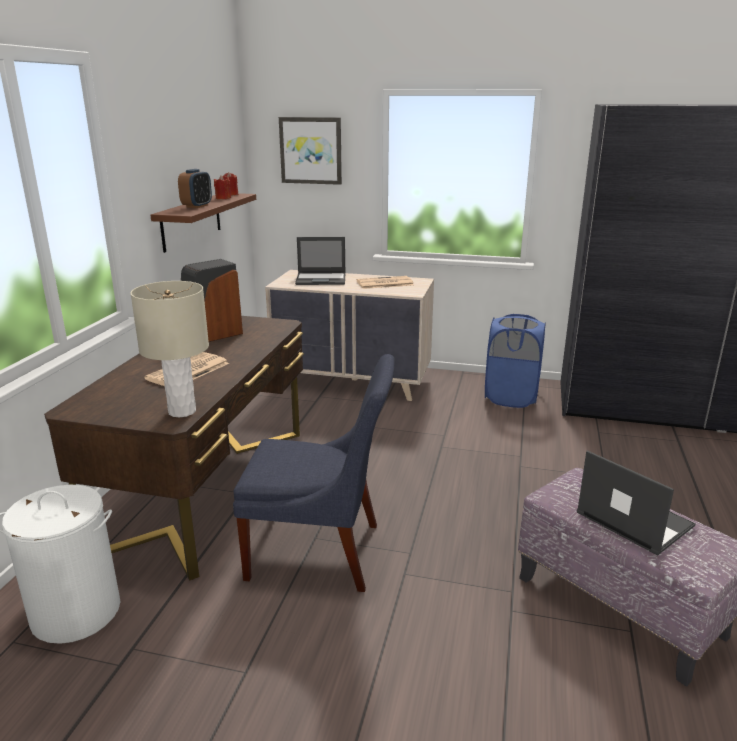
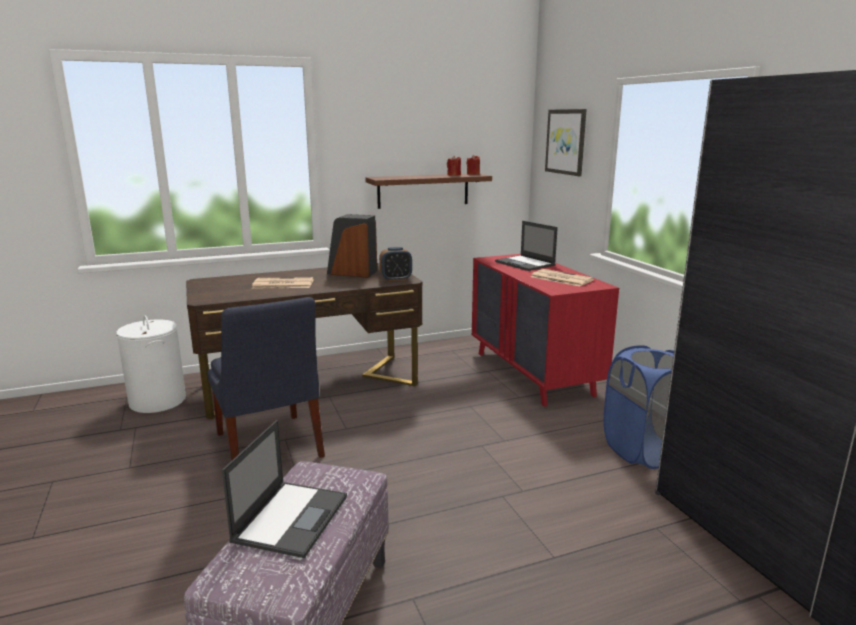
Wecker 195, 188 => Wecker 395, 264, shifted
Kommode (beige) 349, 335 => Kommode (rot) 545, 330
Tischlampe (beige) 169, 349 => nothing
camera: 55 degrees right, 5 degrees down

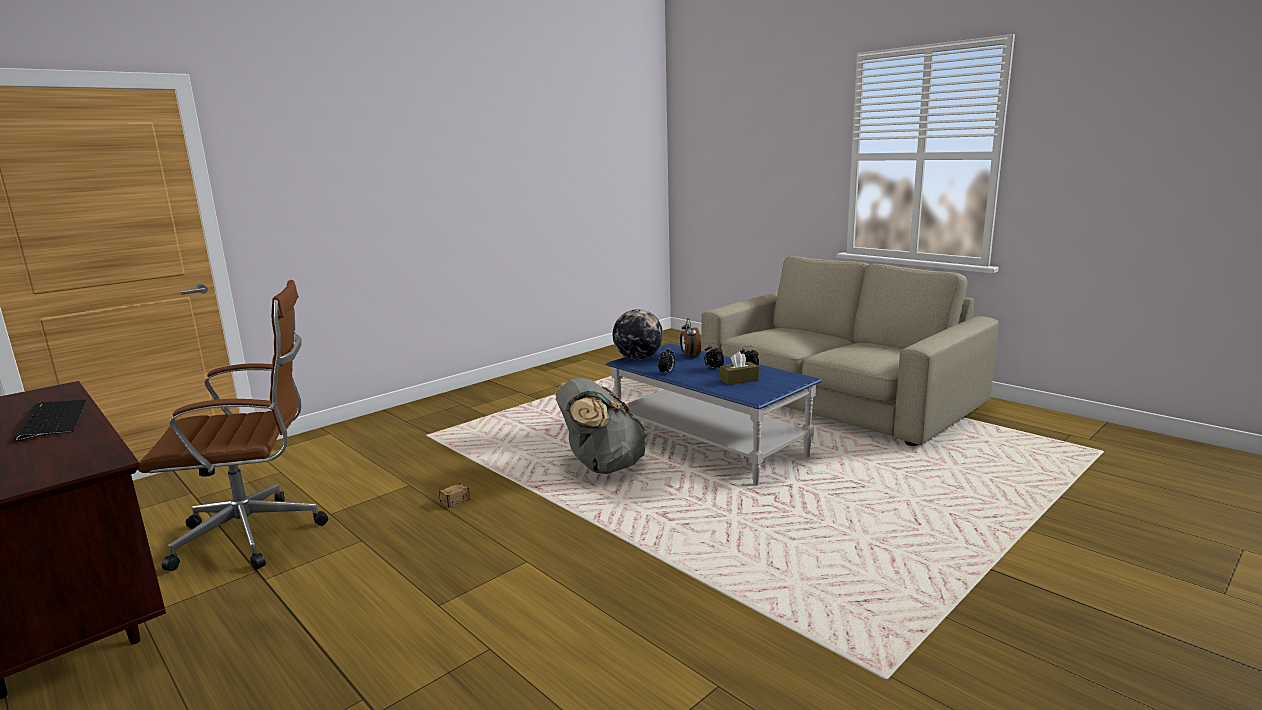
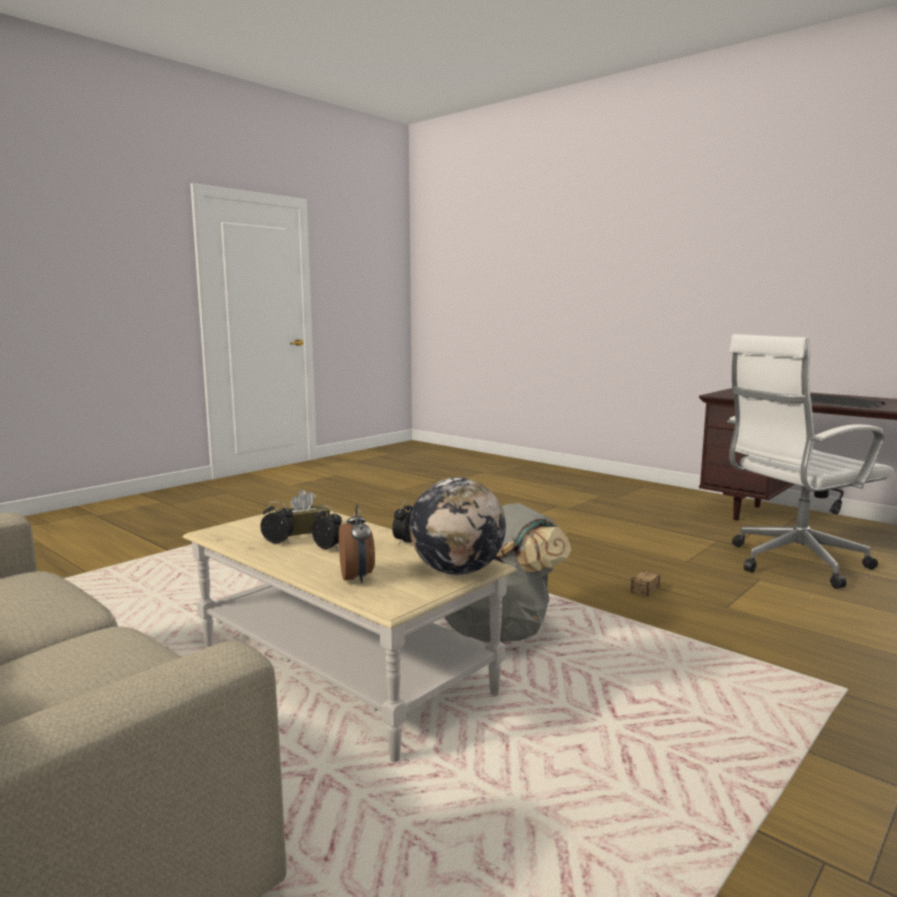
Couchtisch (blau) 714, 414 => Couchtisch (beige) 350, 636
Bürostuhl (braun) 233, 425 => Bürostuhl (weiß) 810, 461
camera: 175 degrees right, 5 degrees down

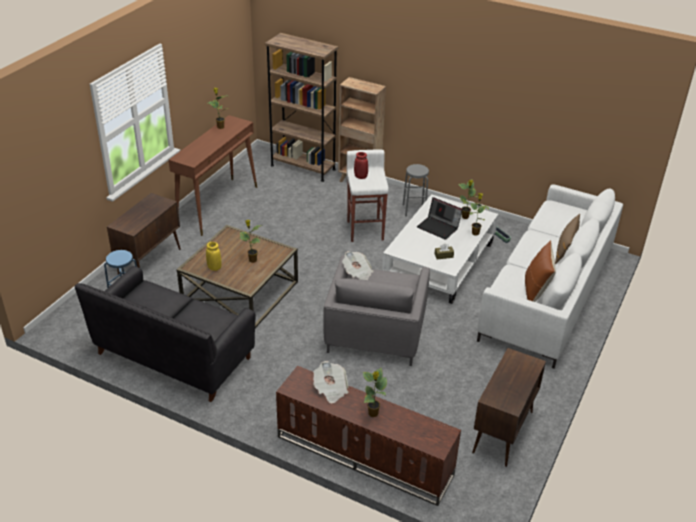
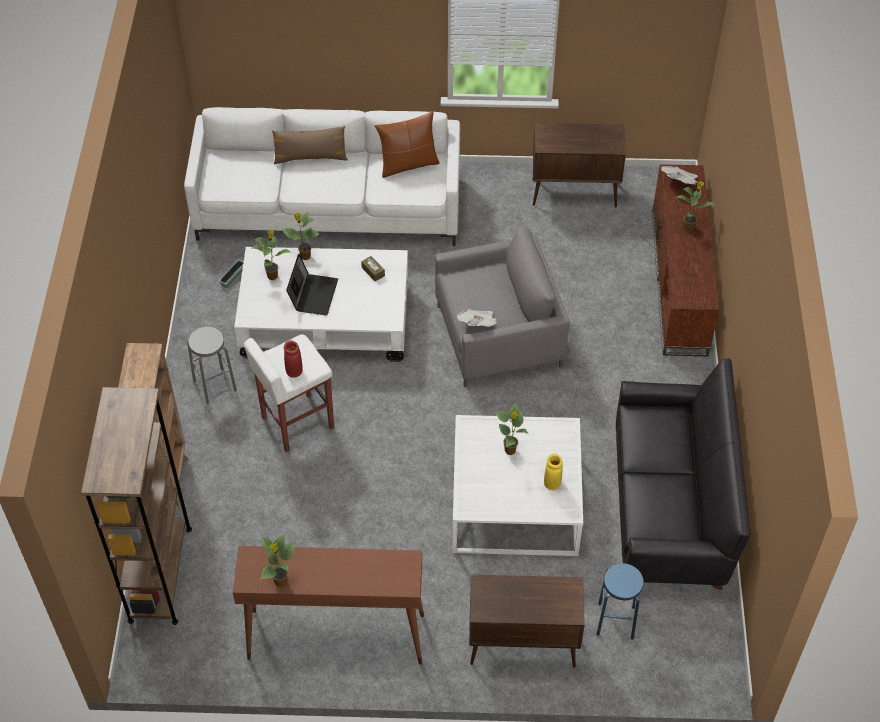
Couchtisch (braun) 237, 276 => Couchtisch (weiß) 517, 485
Zeitung 331, 382 => Zeitung 679, 175, shifted
camera: 115 degrees left, 15 degrees up

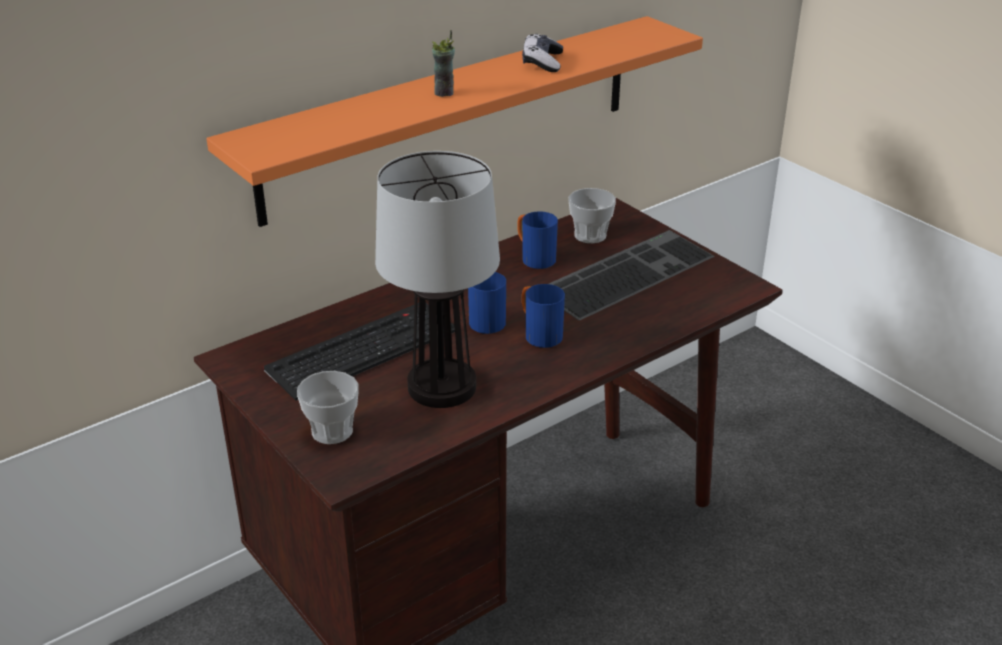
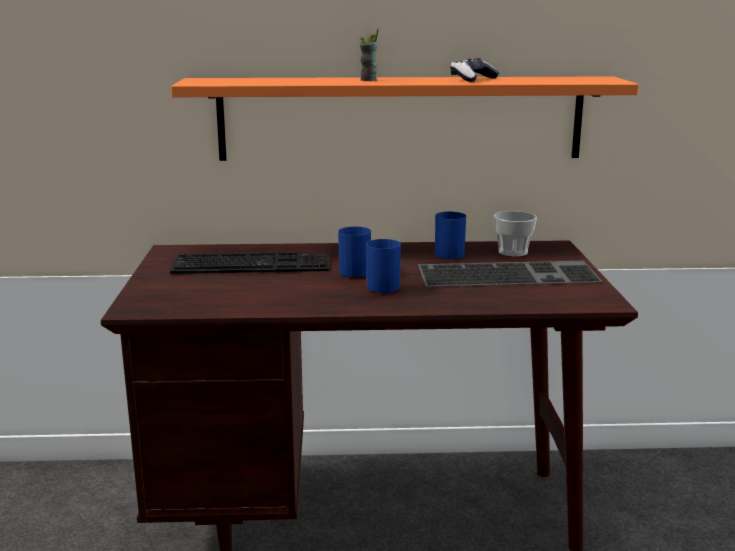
Tasse 328, 407 => nothing
Tischlampe 437, 279 => nothing
camera: 35 degrees right, 15 degrees down

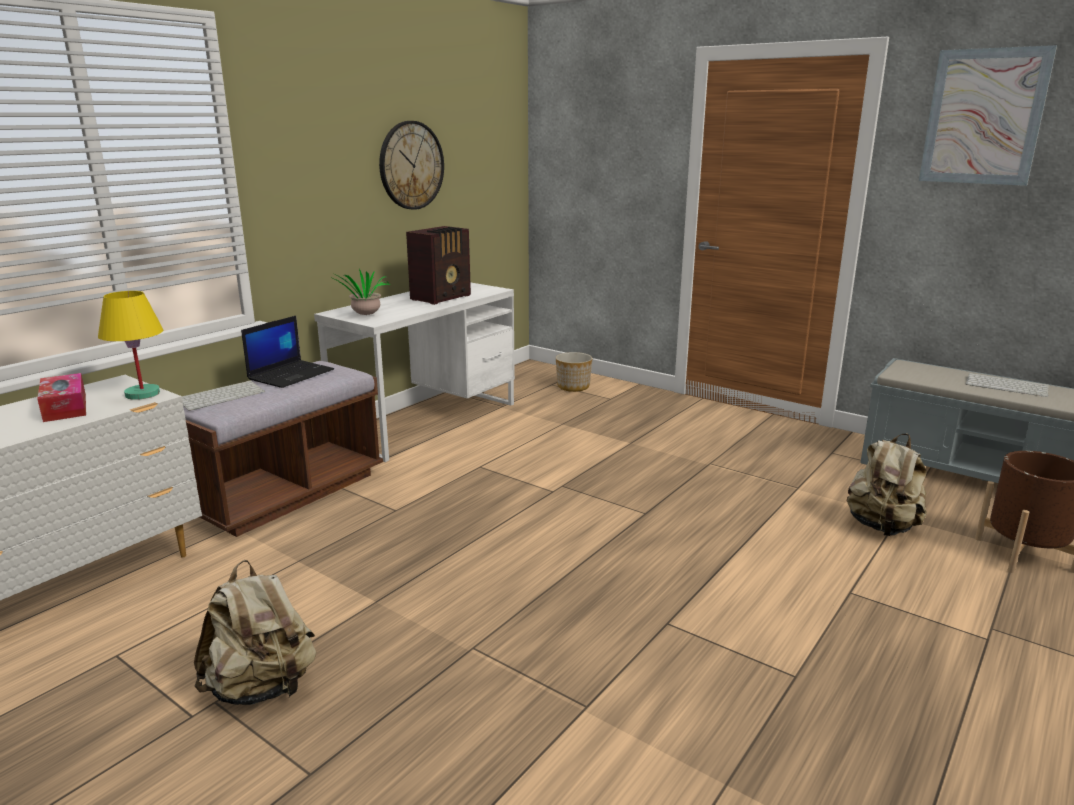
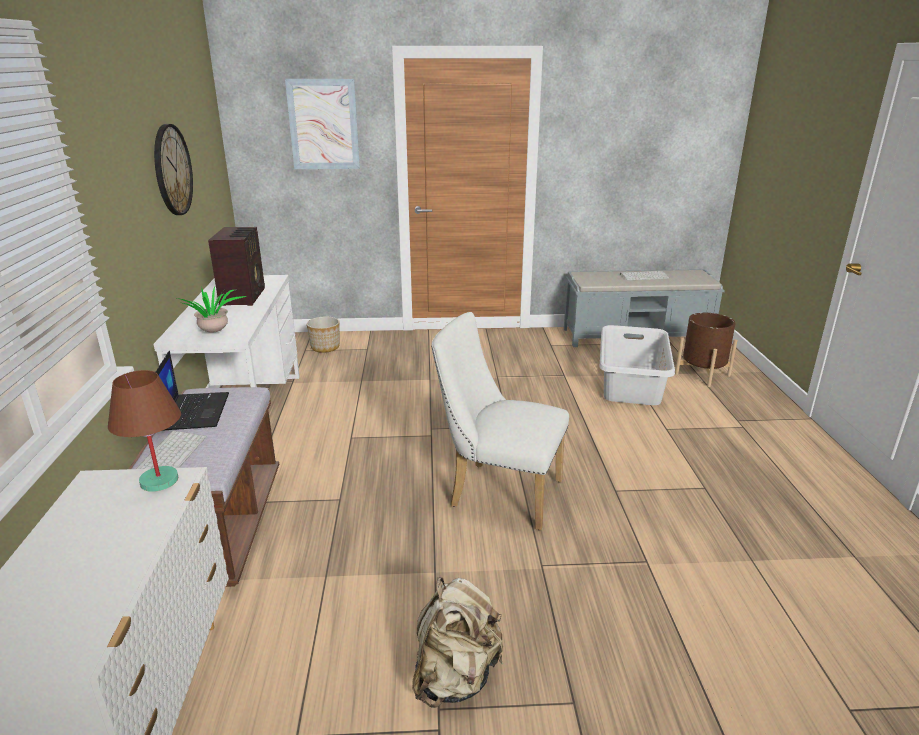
Tischlampe (gelb) 130, 345 => Tischlampe (braun) 144, 431
Bild 988, 115 => Bild 322, 124, shifted
nothing => Stuhl (weiß) 500, 421
Rucksack (beige) 887, 485 => Wäschekorb (grau) 637, 365
Taschentuchbox 61, 397 => nothing
camera: 40 degrees left, 5 degrees up

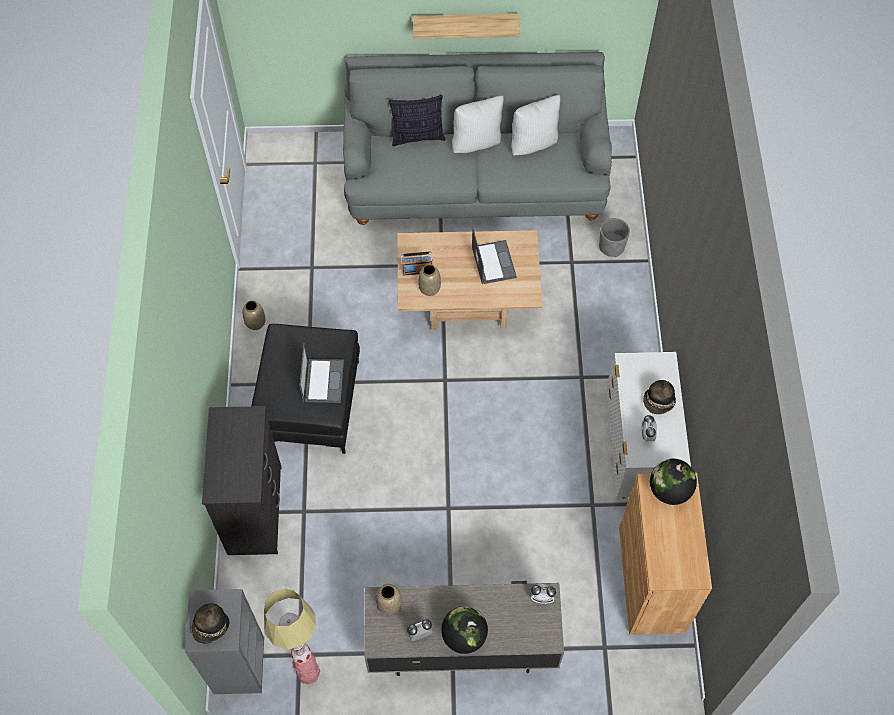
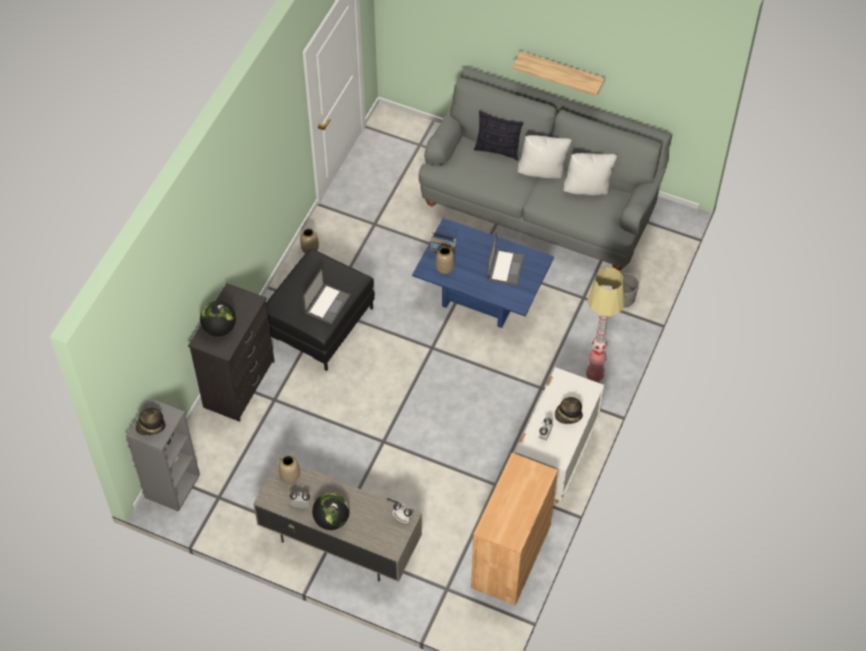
Globus 673, 482 => Globus 218, 319, shifted
Couchtisch (beige) 470, 280 => Couchtisch (blau) 483, 273
Stehlampe 292, 636 => Stehlampe 605, 324, shifted
camera: 25 degrees right, 5 degrees down

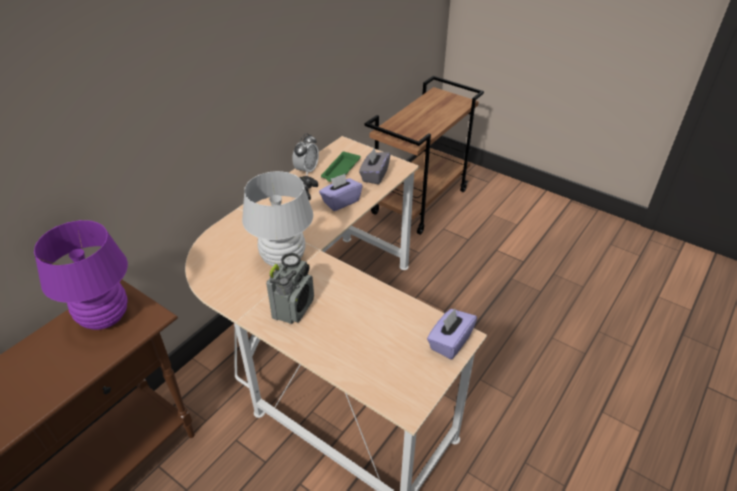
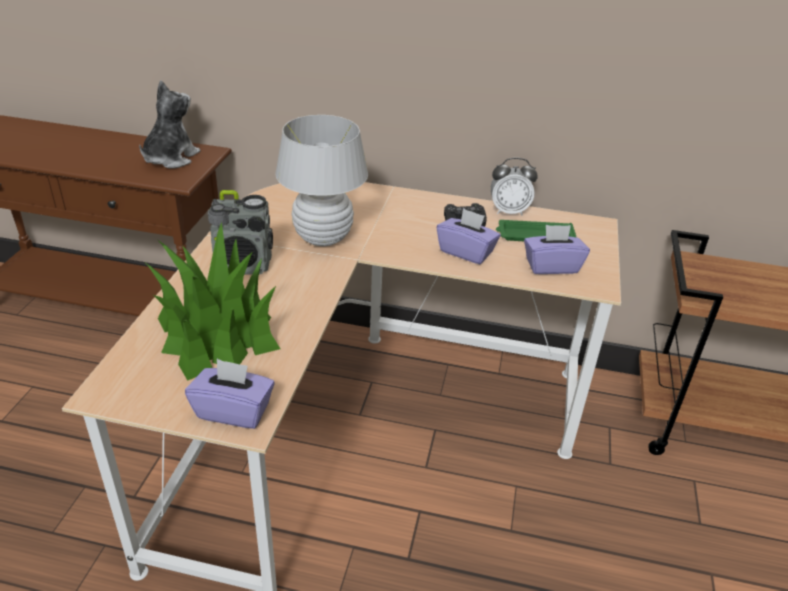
Tischlampe (lila) 81, 275 => Plüschtier 170, 124
nothing => Topfpflanze 213, 301
Taschentuchbox (grau) 375, 166 => Taschentuchbox (lila) 557, 249
camera: 65 degrees right, 5 degrees down

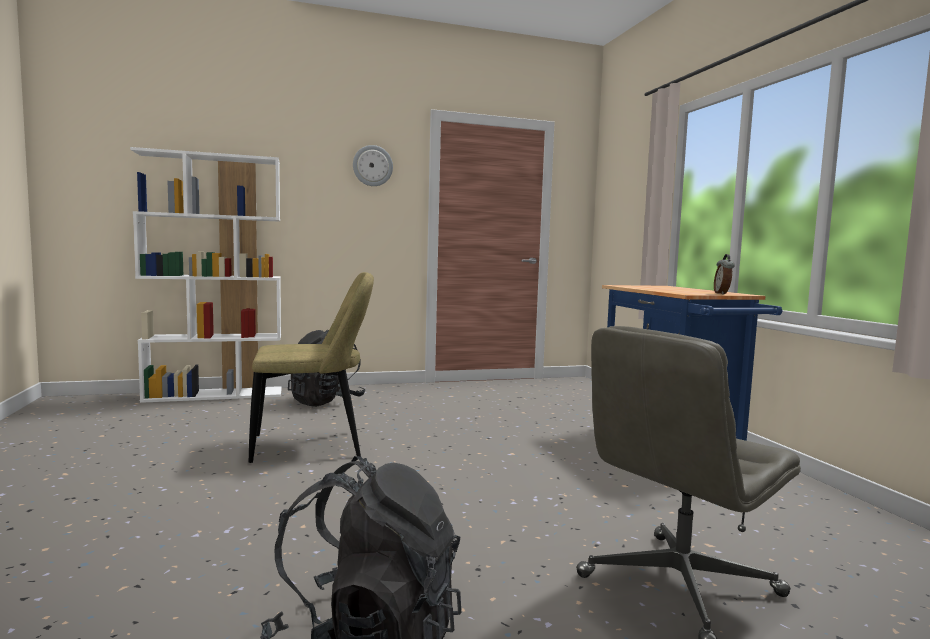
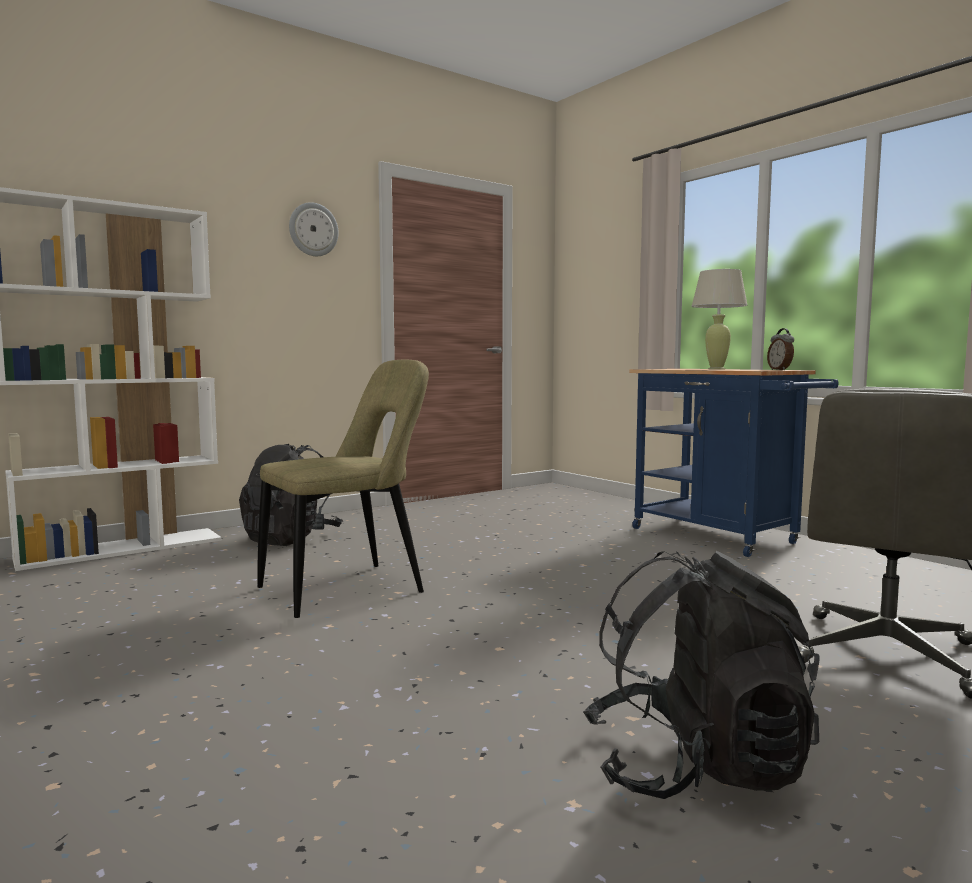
nothing => Tischlampe (beige) 719, 319
camera: 20 degrees left, 0 degrees up

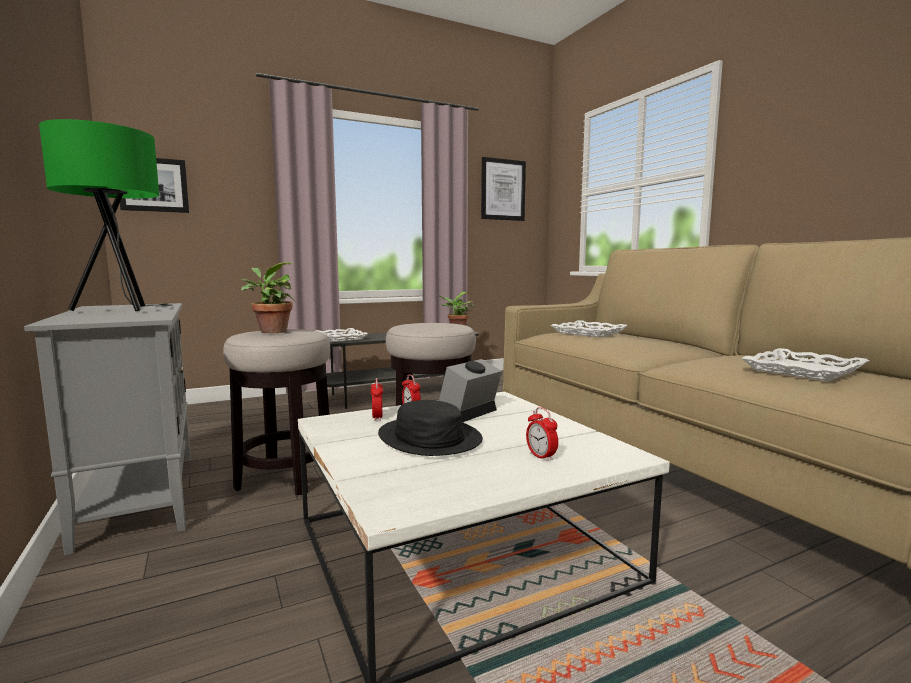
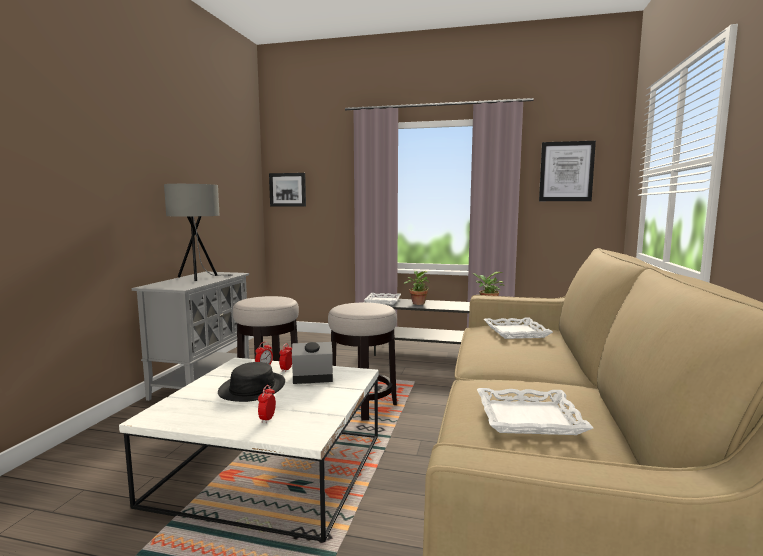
Tischlampe (grün) 105, 215 => Tischlampe (grau) 198, 232
Topfpflanze 268, 297 => Topfpflanze 416, 288, shifted
camera: 40 degrees right, 0 degrees up

